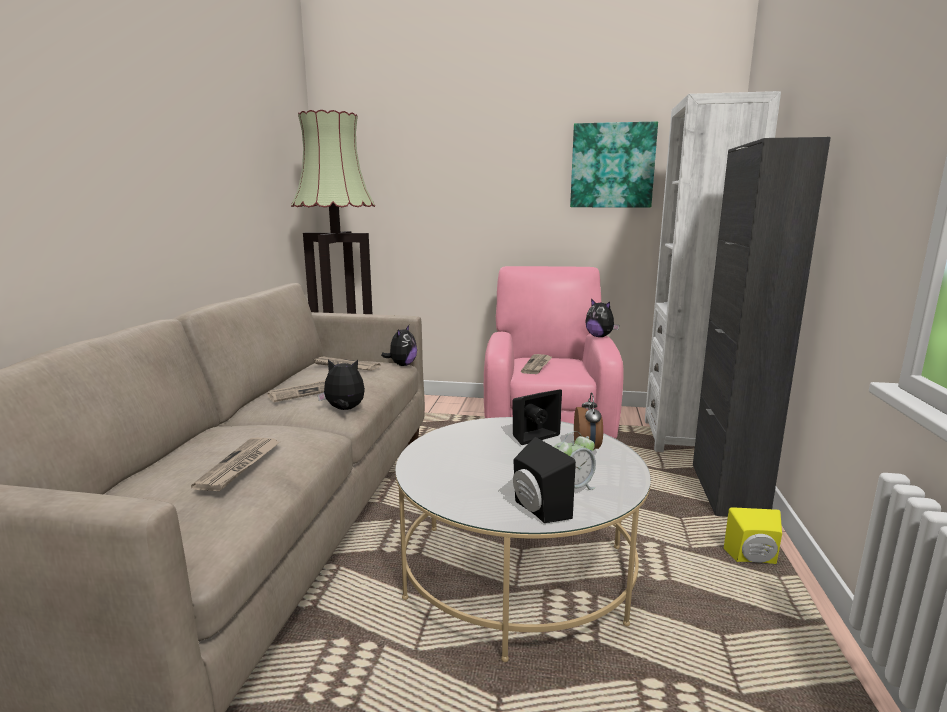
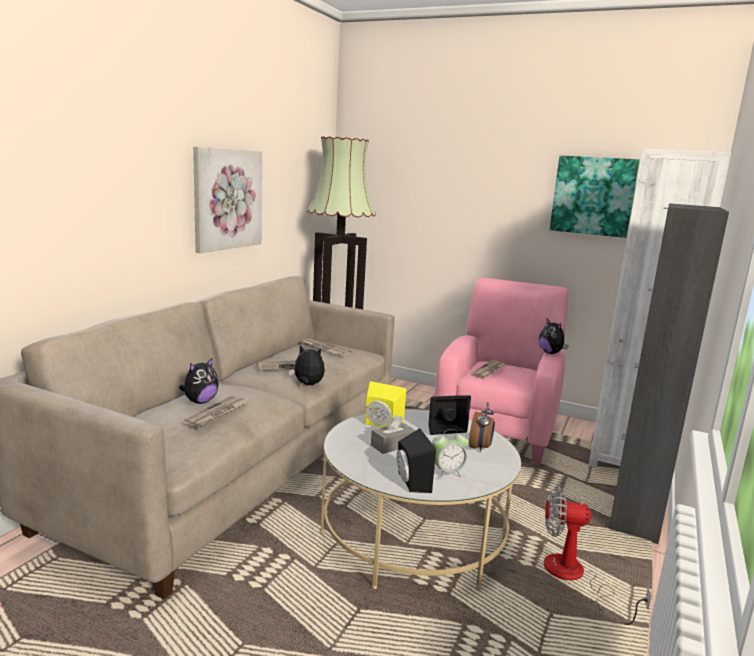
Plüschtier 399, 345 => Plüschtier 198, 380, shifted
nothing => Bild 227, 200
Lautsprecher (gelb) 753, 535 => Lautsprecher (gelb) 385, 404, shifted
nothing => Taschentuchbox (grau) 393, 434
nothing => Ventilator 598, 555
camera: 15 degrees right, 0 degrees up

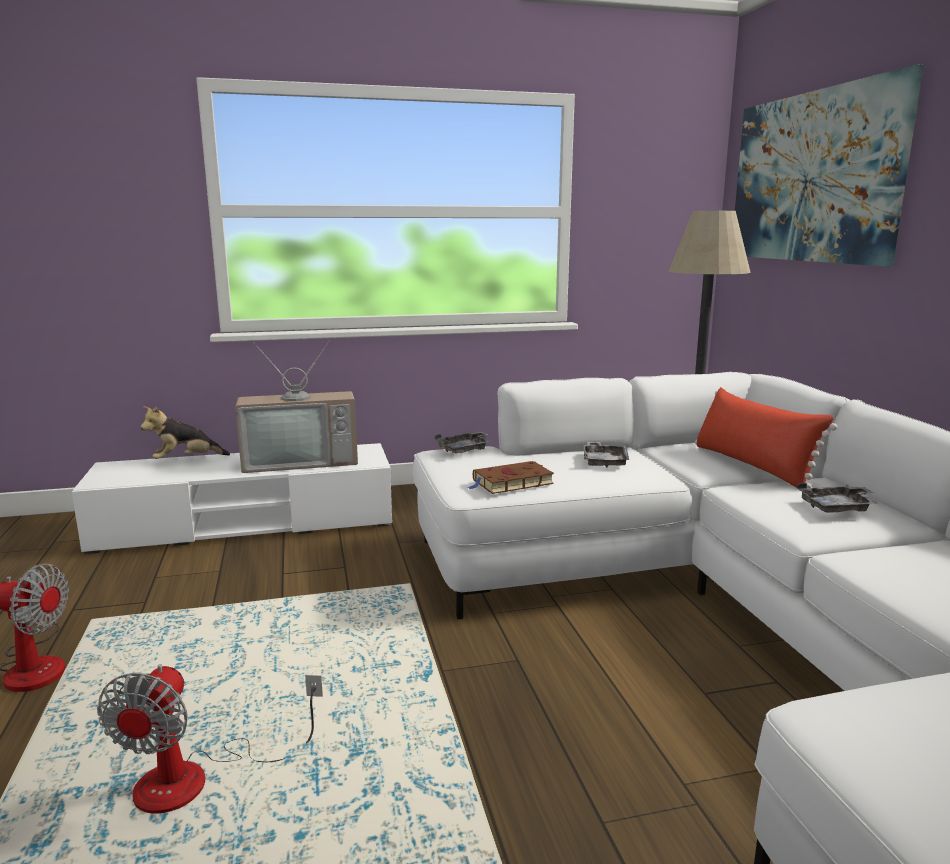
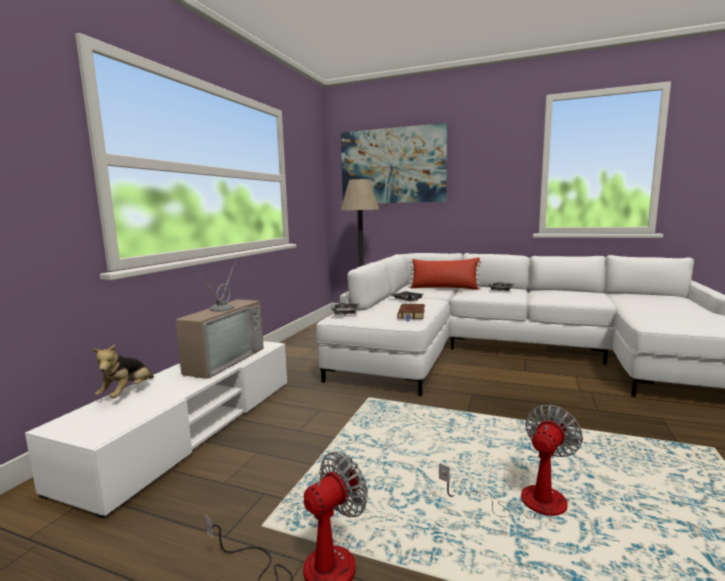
Ventilator 210, 739 => Ventilator 511, 462, 90 degrees counterclockwise
camera: 55 degrees left, 5 degrees down

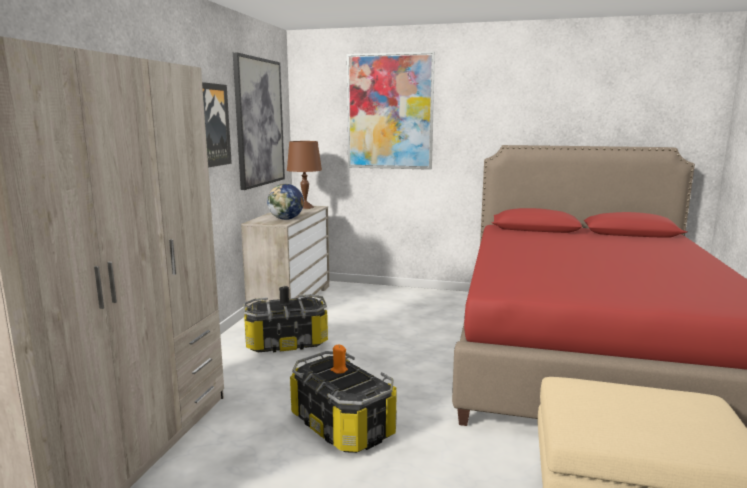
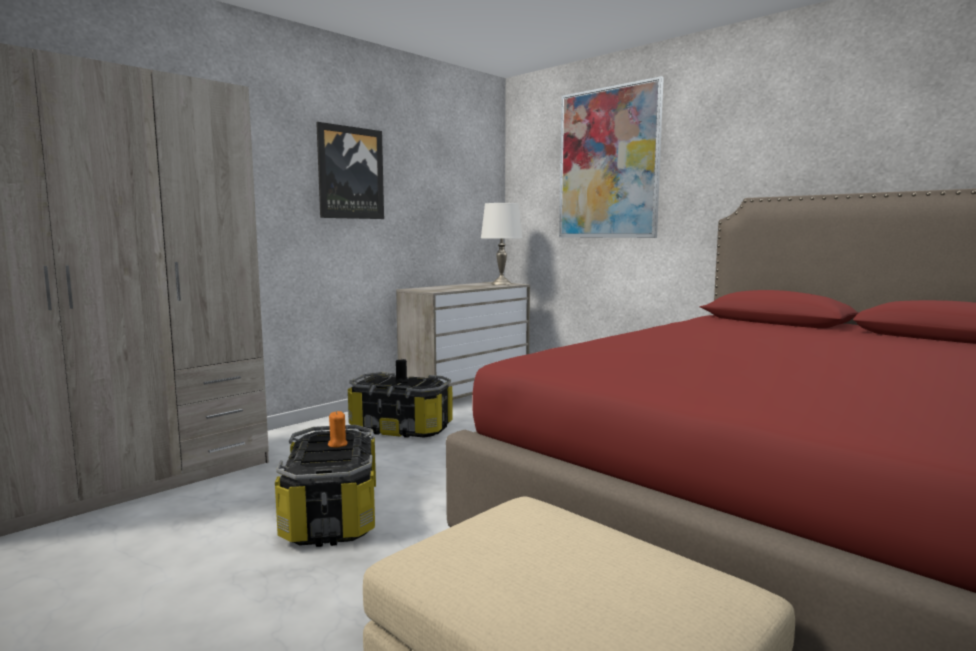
Tischlampe (braun) 304, 175 => Tischlampe (weiß) 502, 244
Bild 259, 121 => nothing
Globus 285, 202 => nothing
camera: 30 degrees right, 5 degrees down

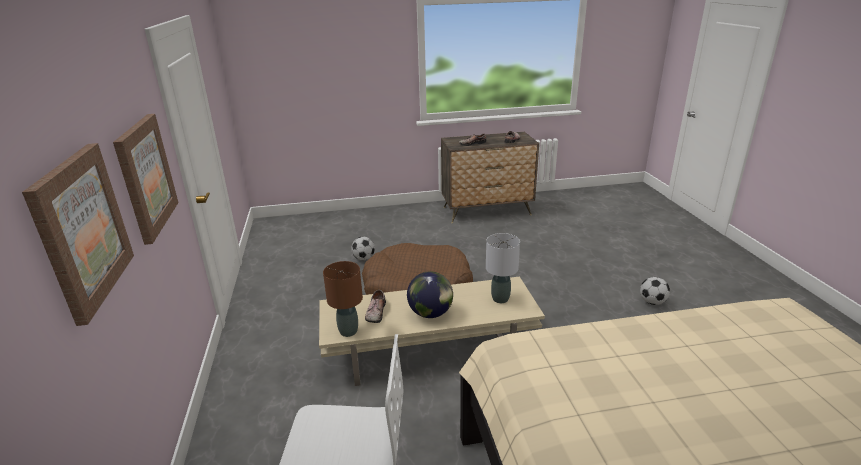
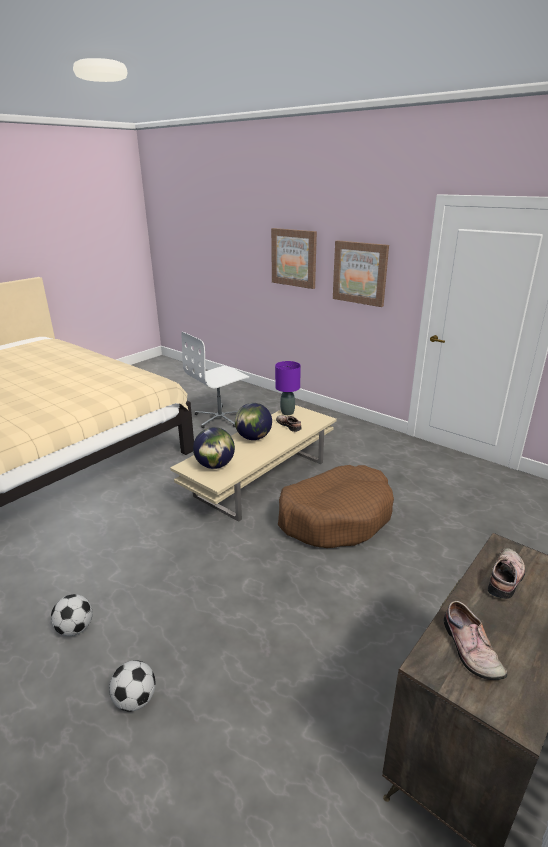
Fußball 363, 248 => Fußball 132, 686, shifted
Tischlampe (grau) 503, 268 => Globus 214, 448
Tischlampe (braun) 343, 299 => Tischlampe (lila) 288, 388
camera: 140 degrees right, 0 degrees up

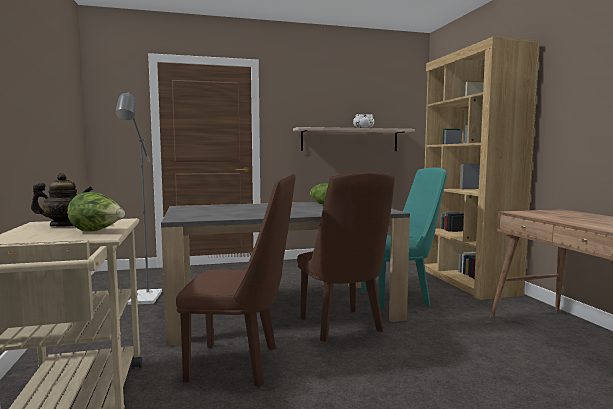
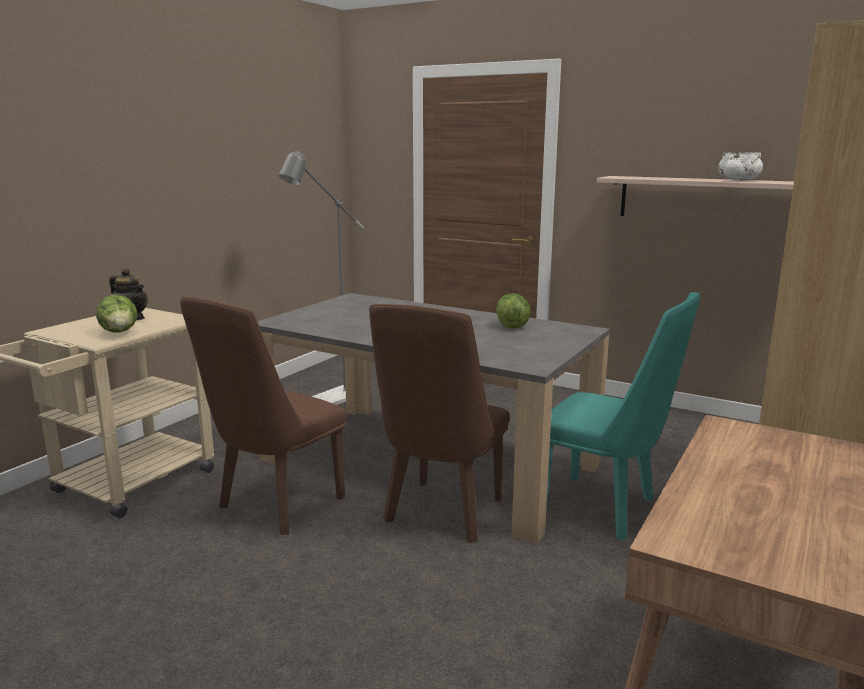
Stuhl (braun) 236, 280 => Stuhl (braun) 263, 416, 75 degrees clockwise
camera: 45 degrees right, 10 degrees up

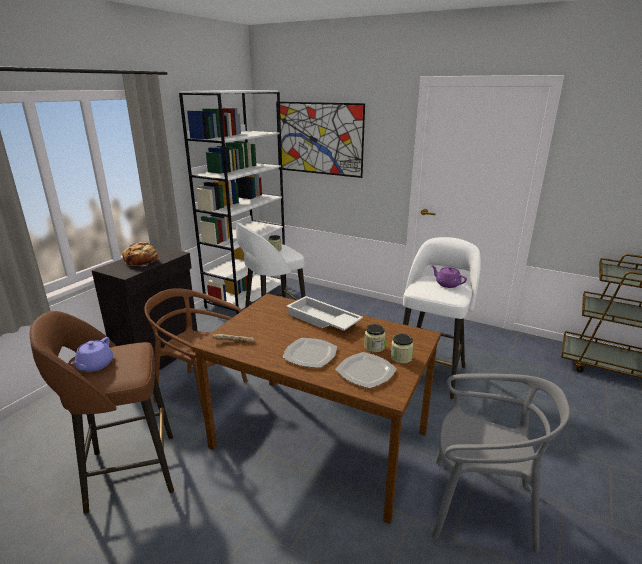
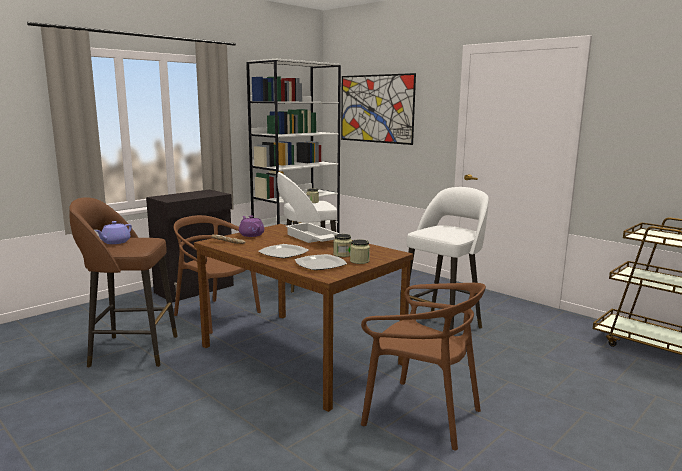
Teekanne (lila) 449, 276 => Teekanne (lila) 251, 226, shifted
Stuhl (grau) 501, 463 => Stuhl (braun) 423, 367
Brot 140, 254 => nothing
camera: 15 degrees right, 10 degrees down

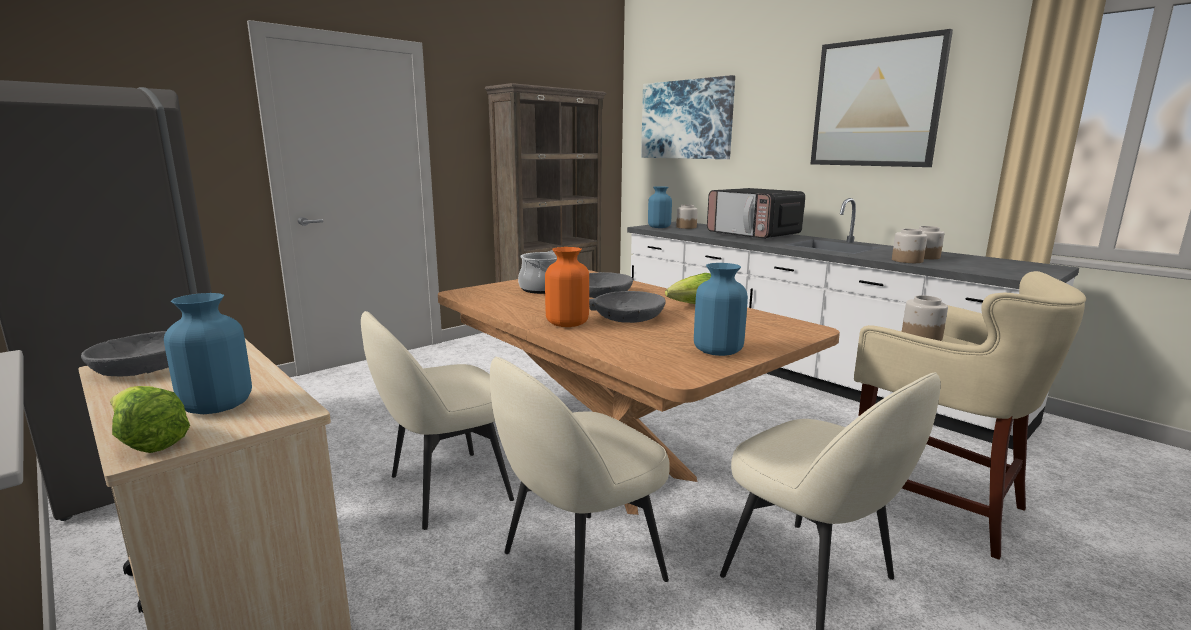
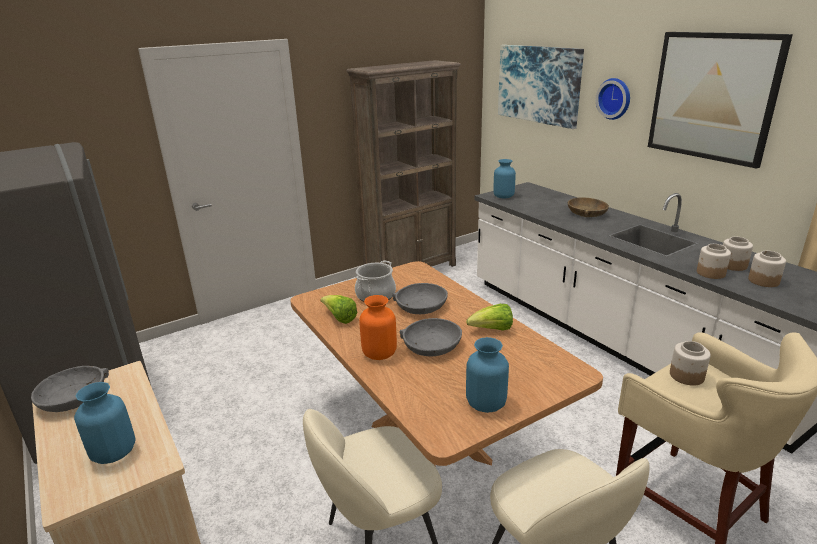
Salatkopf 150, 419 => Salatkopf 339, 309, shifted
Mikrowelle 756, 213 => Schüssel (braun) 588, 207
nothing => Wanduhr 613, 99
Vorratsglas 687, 217 => Vorratsglas 767, 269, shifted
Stuhl (beige) 437, 420 => nothing
camera: 10 degrees right, 10 degrees up

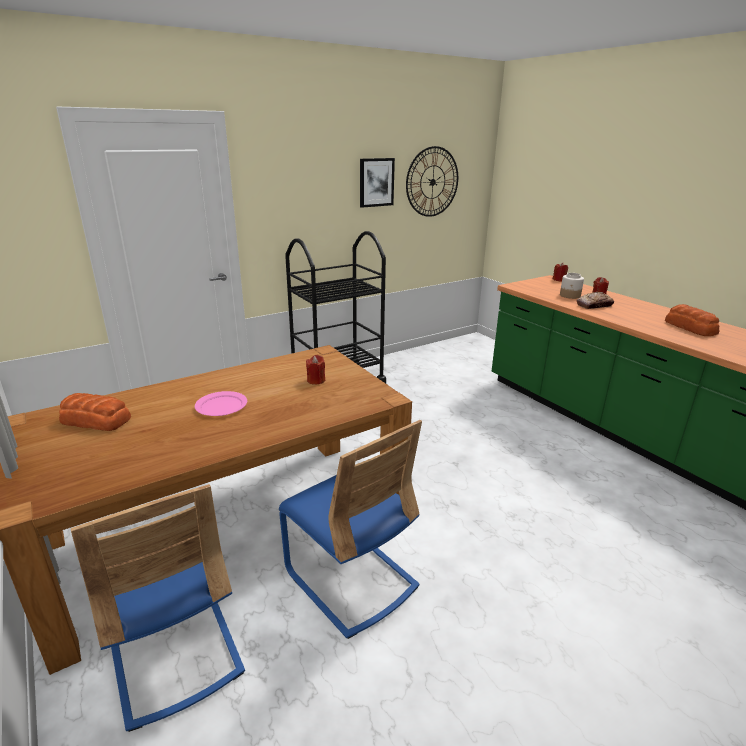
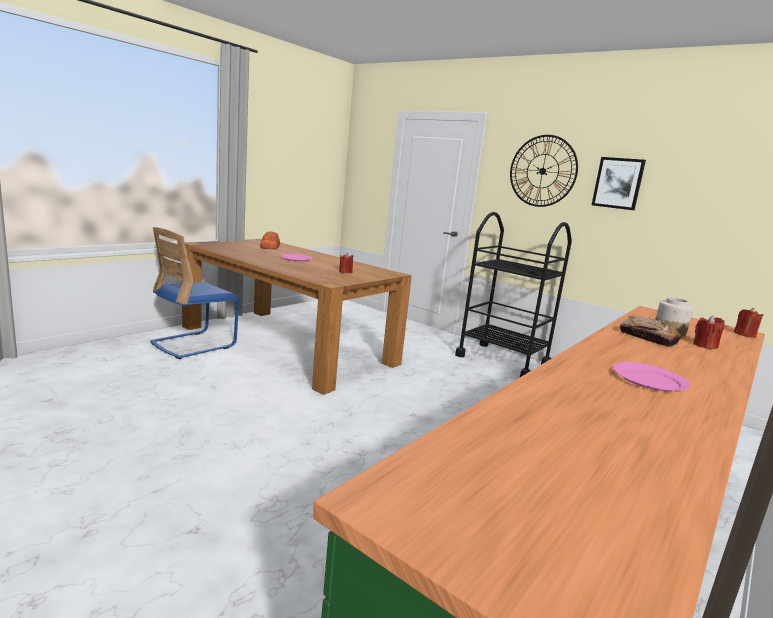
Wanduhr 432, 181 => Wanduhr 544, 171, shifted
Brot 692, 320 => Teller (rosa) 651, 377
Stuhl (blau) 350, 529 => nothing
camera: 70 degrees right, 10 degrees down

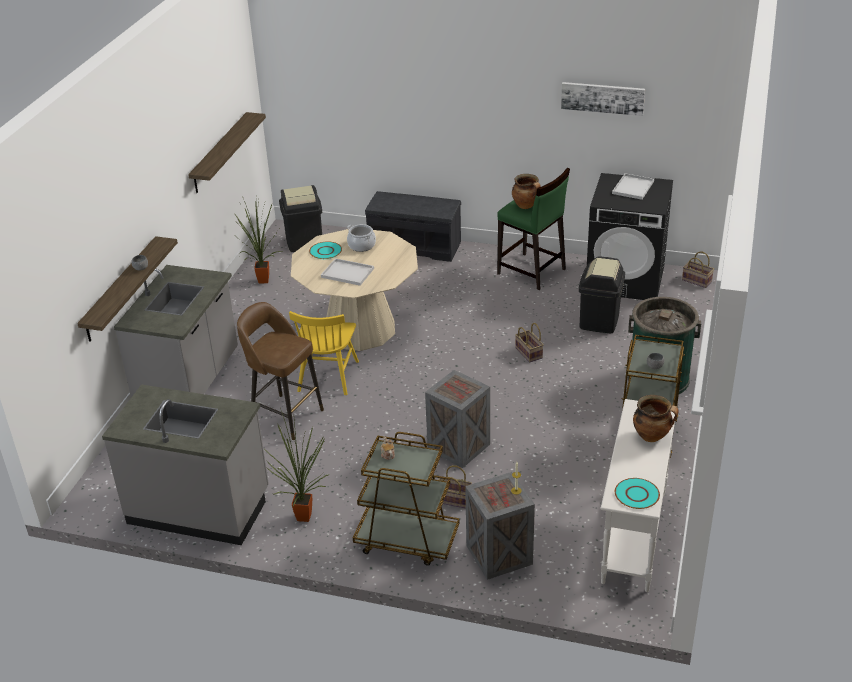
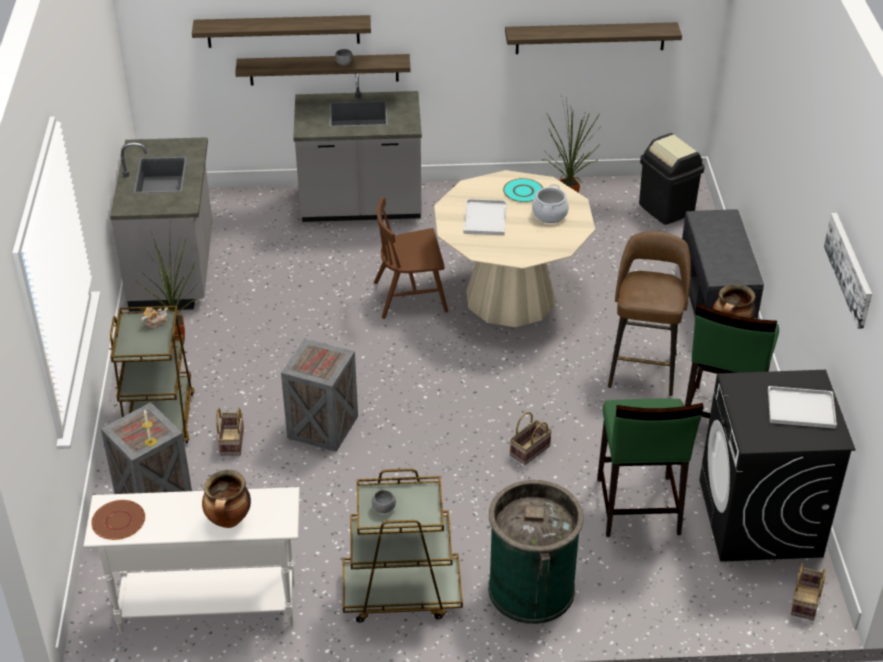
Teller (türkis) 637, 493 => Teller (braun) 118, 520
nothing => Wandregal 281, 31
Stuhl (gelb) 324, 353 => Stuhl (braun) 411, 257
Mülleimer (schwarz) 602, 294 => Hocker (grün) 650, 468
Hocker (braun) 280, 371 => Hocker (braun) 649, 313, shifted
camera: 70 degrees right, 5 degrees up

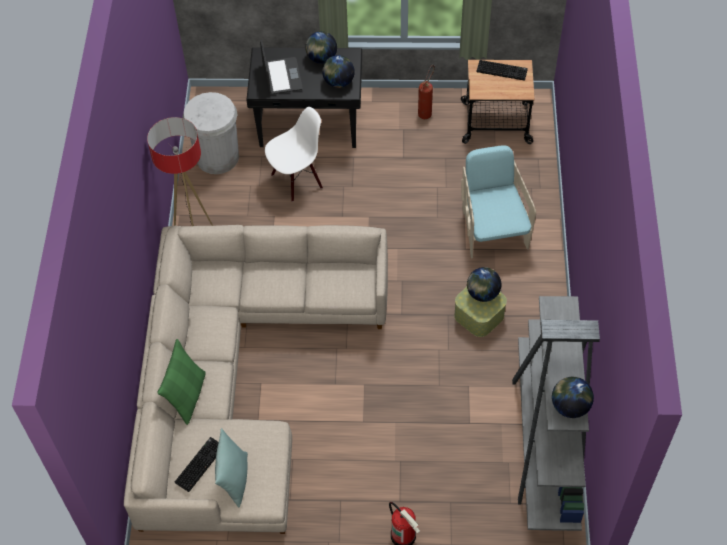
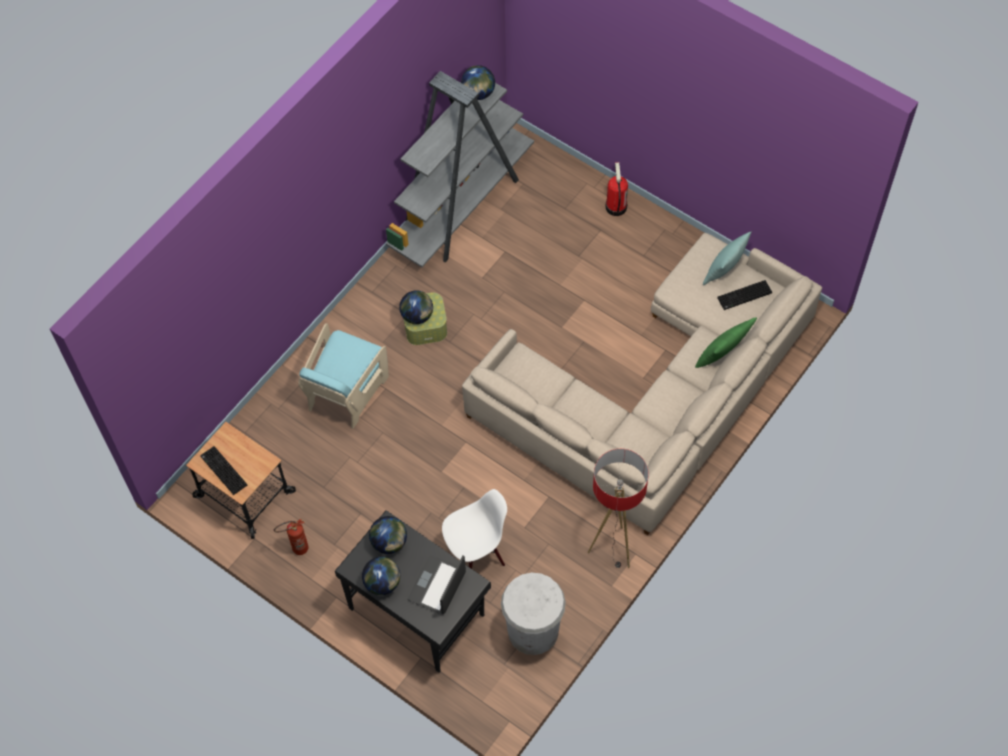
Stuhl (weiß) 294, 154 => Stuhl (weiß) 474, 529, 150 degrees clockwise
camera: 145 degrees left, 5 degrees up

